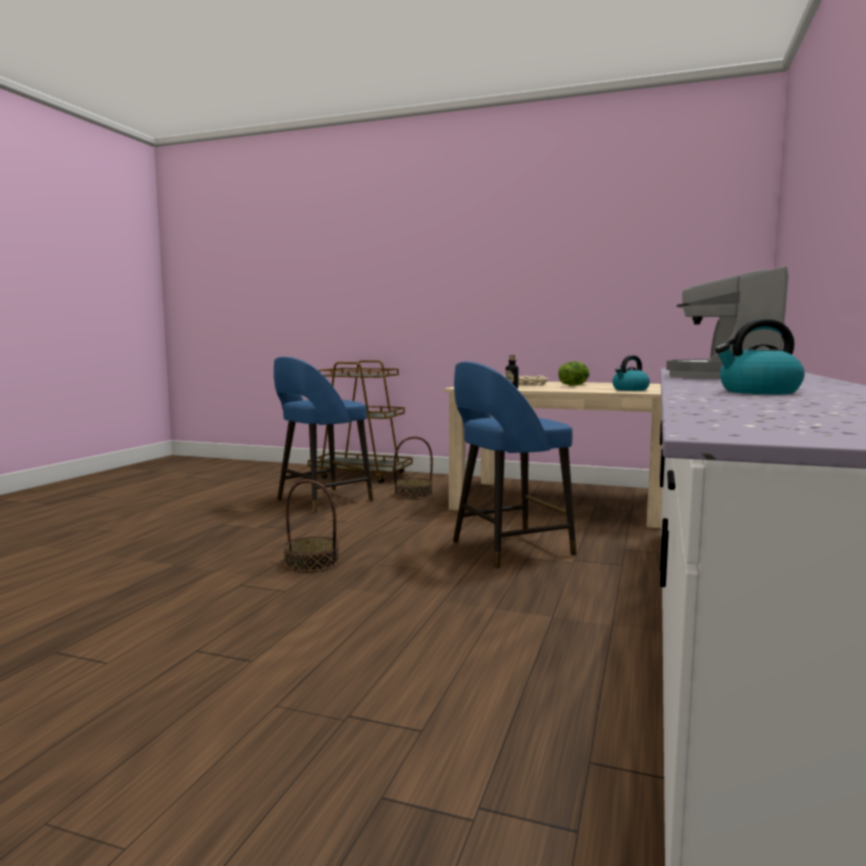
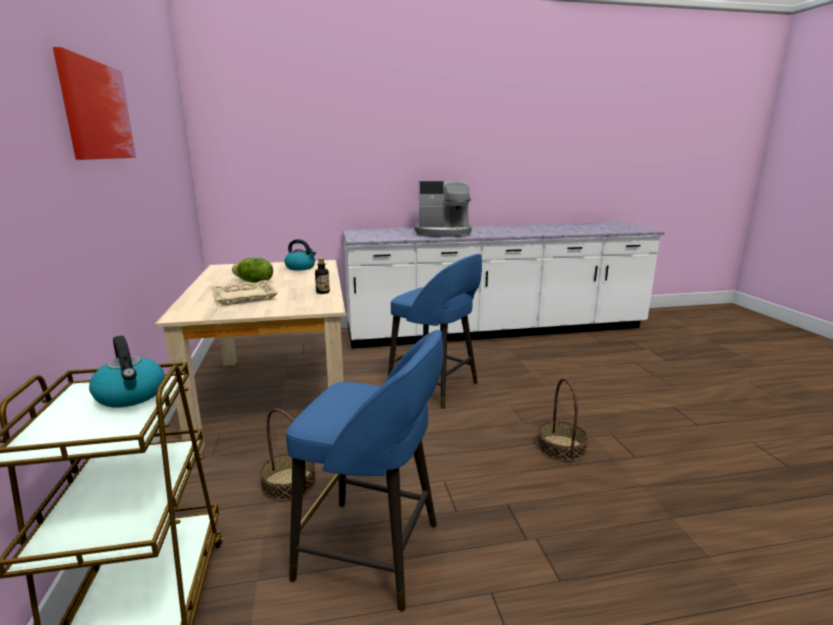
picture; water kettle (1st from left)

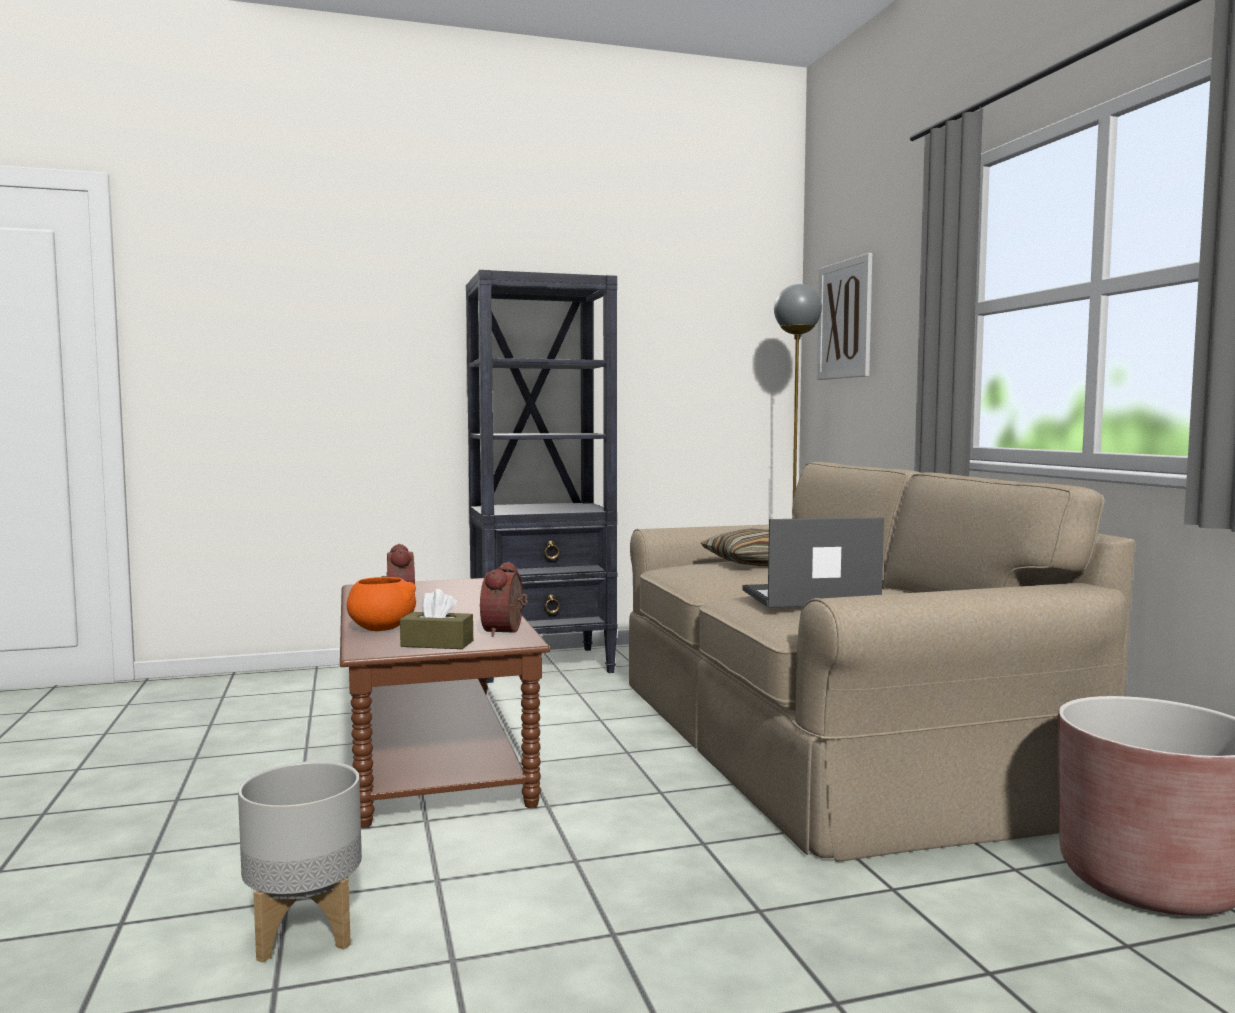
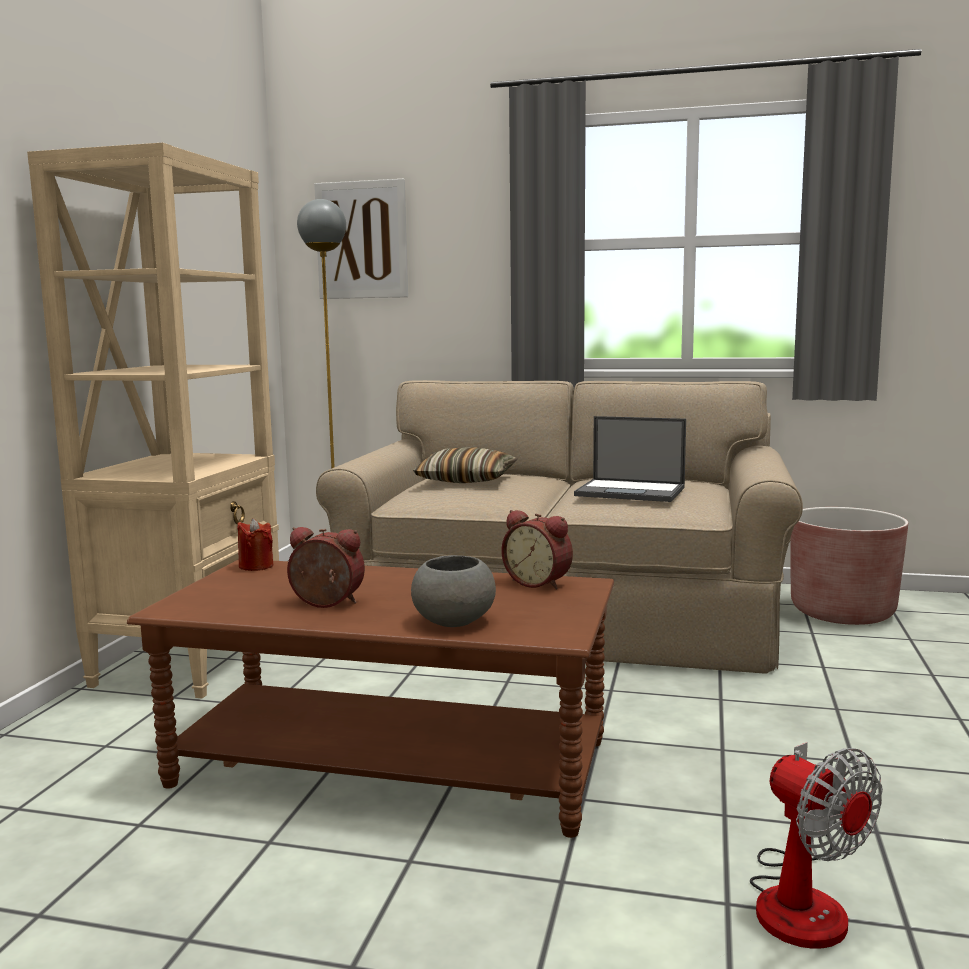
beige-coloured bookcase; red-coloured wax candle; gray serving bowl; portable computer; cooling fan; brown tissue box

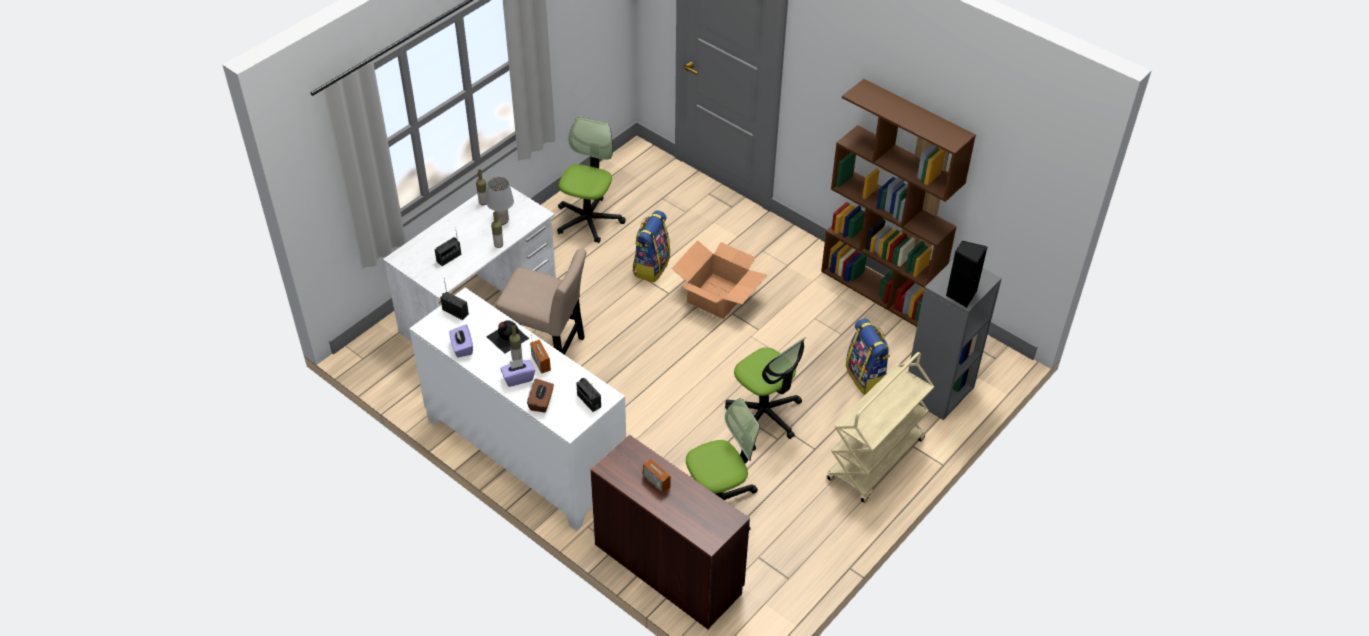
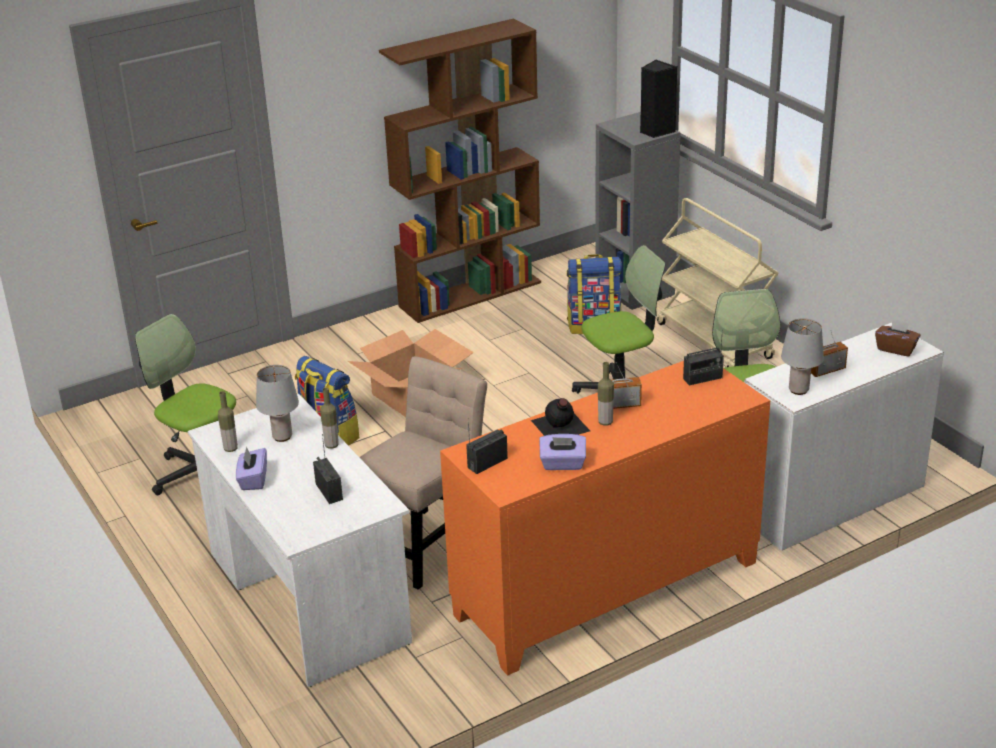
purplish tissue box (1st from left); orange-coloured storage cabinet; whitish desk unit (2nd from left); gray lamp for a table (2nd from left); brown tissue box

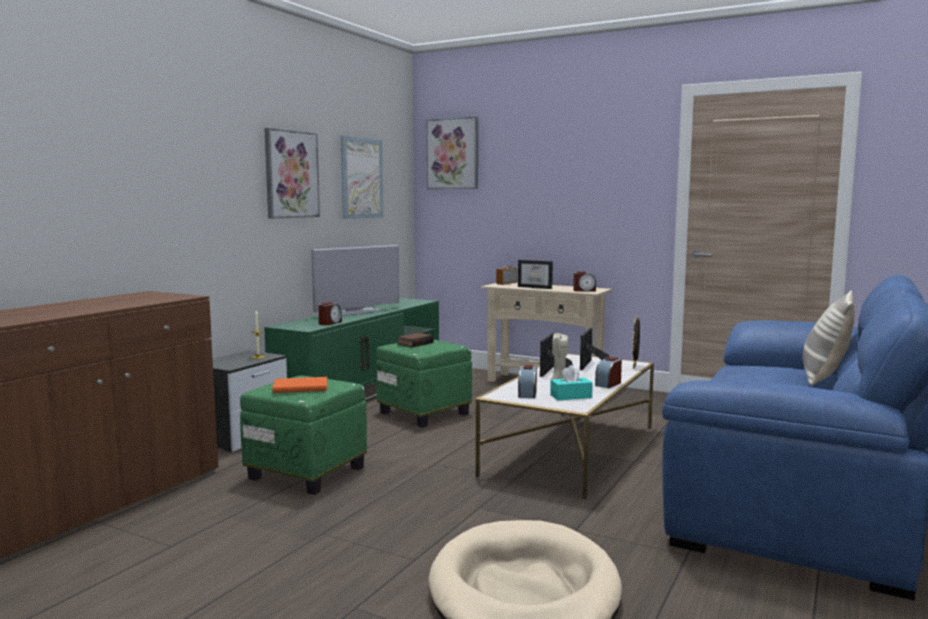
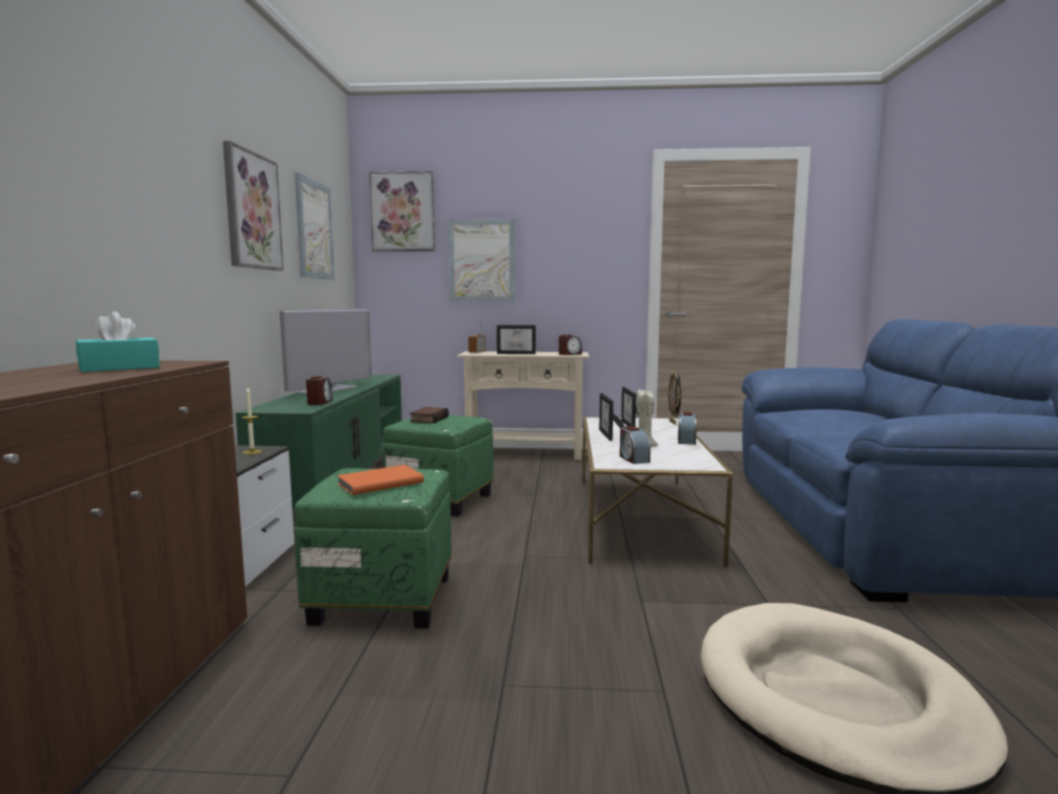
blue-green tissue box; picture (4th from left); pillow

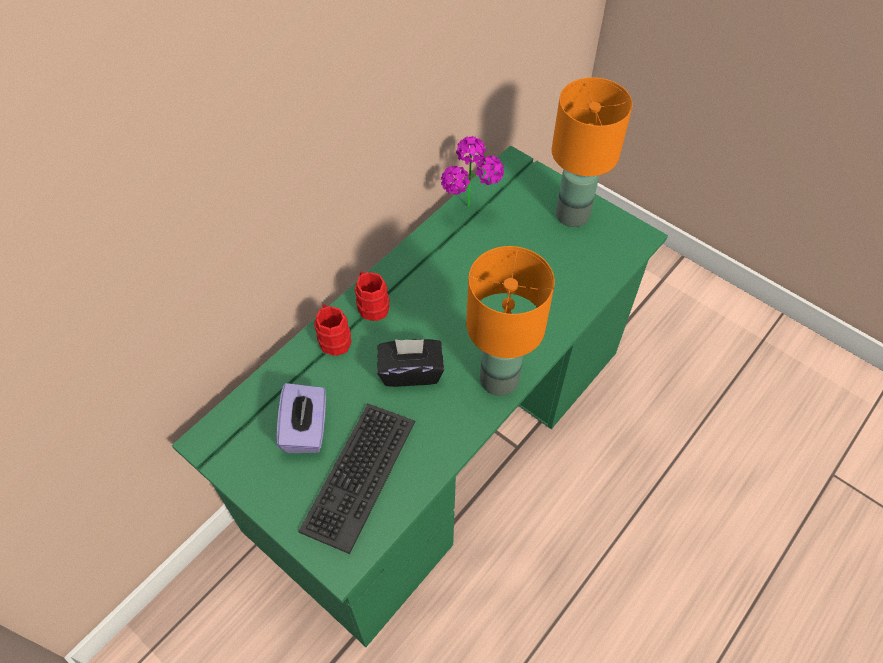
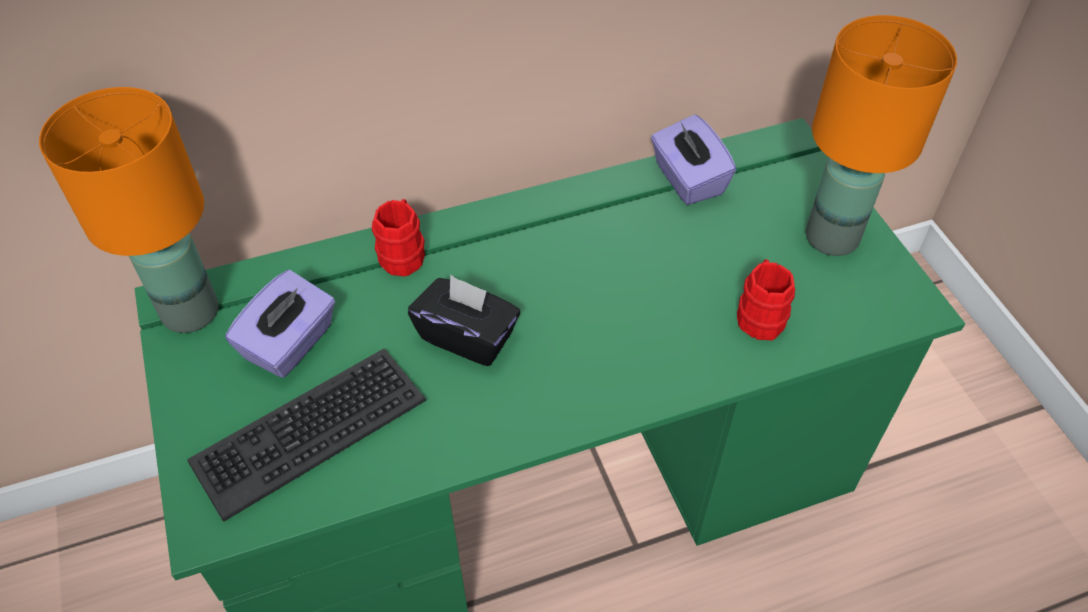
orange-coloured lamp for a table (1st from left); purplish tissue box (2nd from left); red-coloured coffee mug (2nd from left)

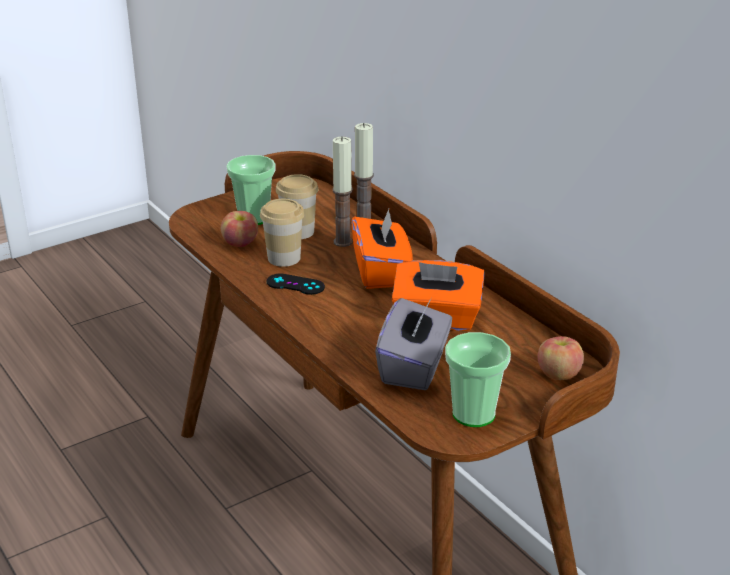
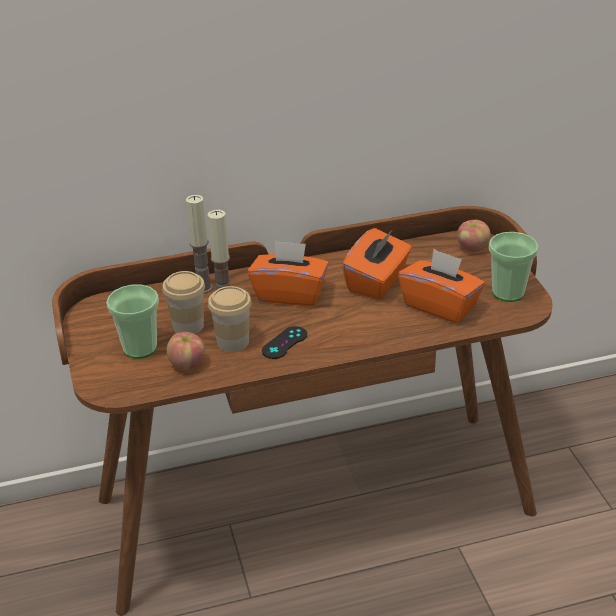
orange-coloured tissue box (3rd from left)

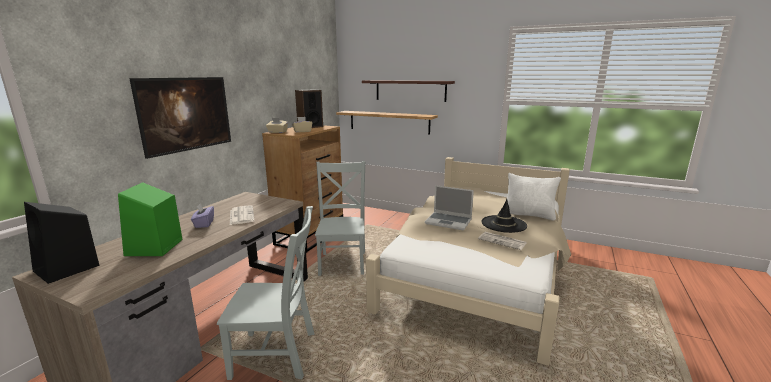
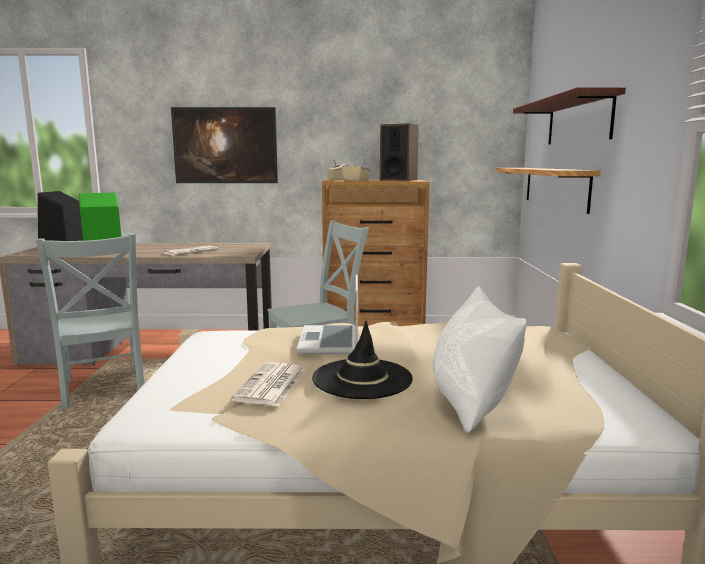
purplish tissue box

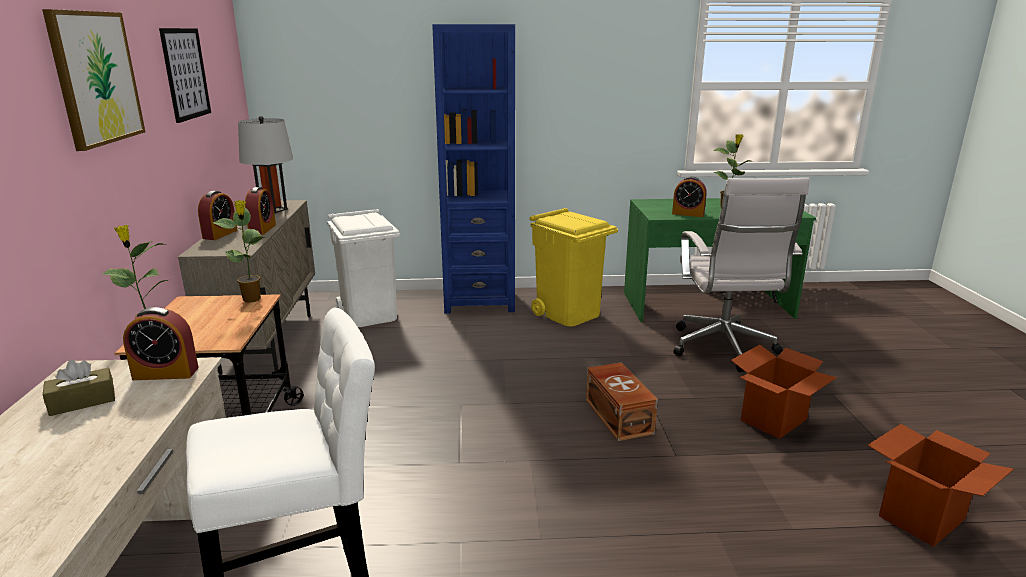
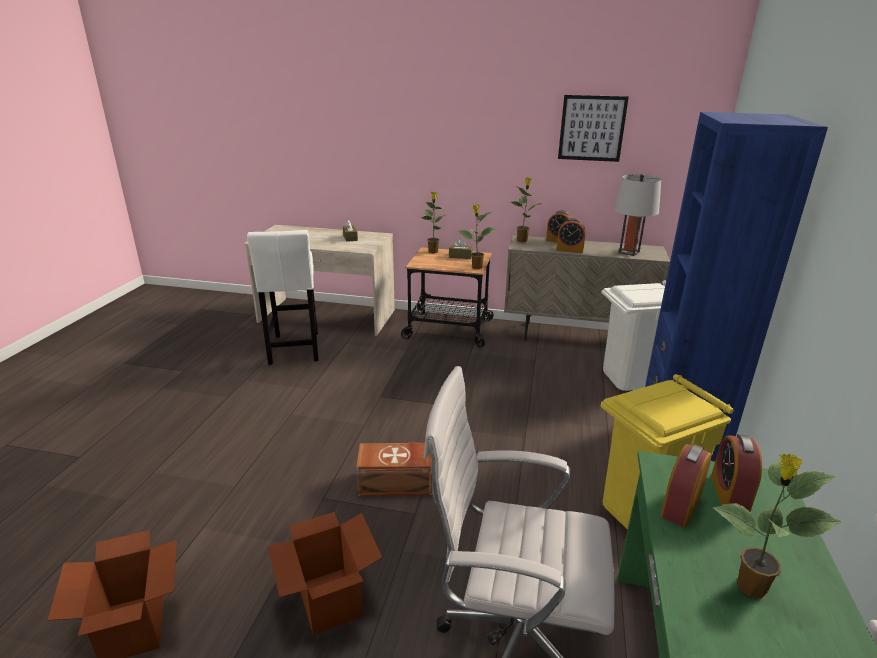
brown tissue box (2nd from left); houseplant (3rd from left); table clock (4th from left); picture (1st from left in the first image)

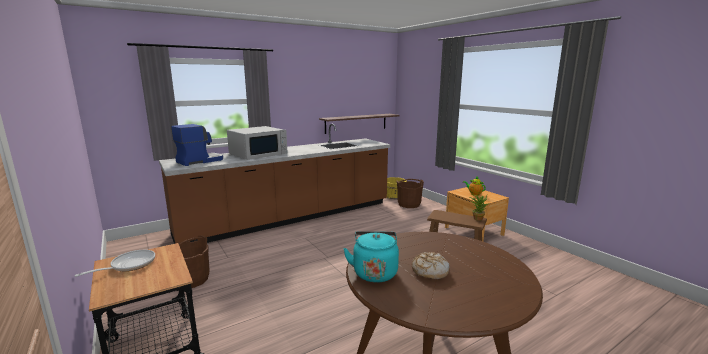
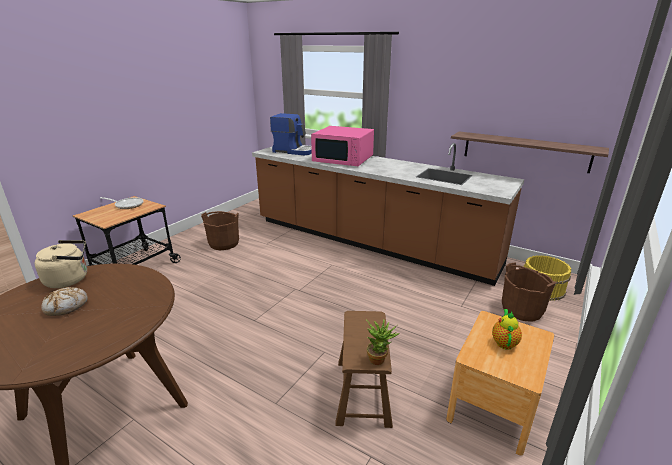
beige-coloured water kettle; pinkish microwave

